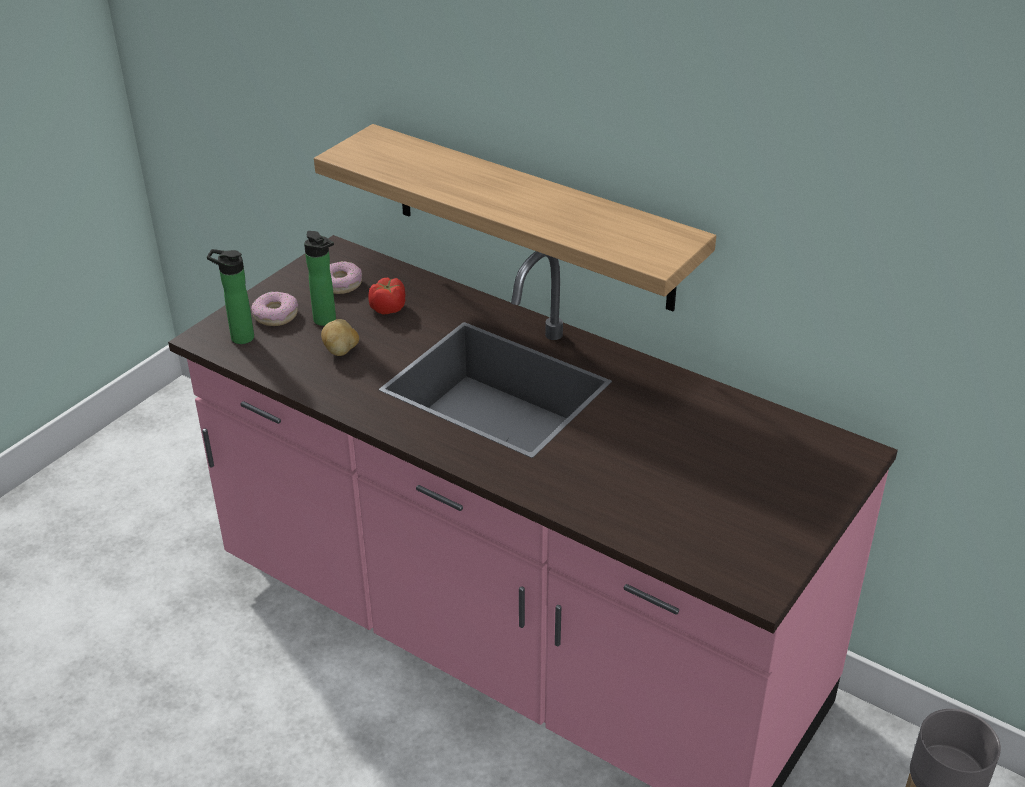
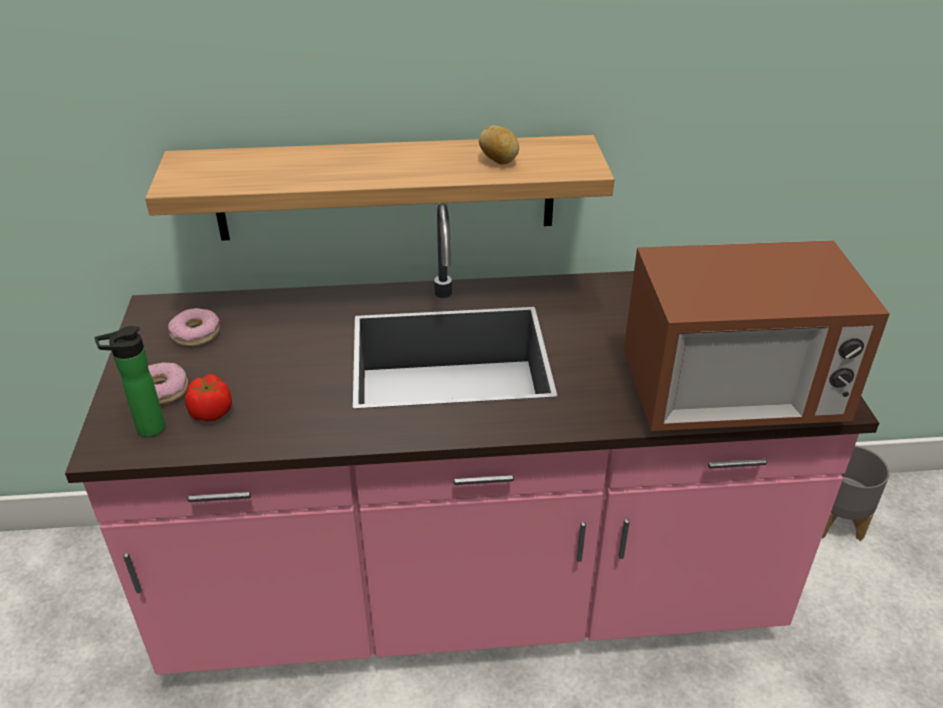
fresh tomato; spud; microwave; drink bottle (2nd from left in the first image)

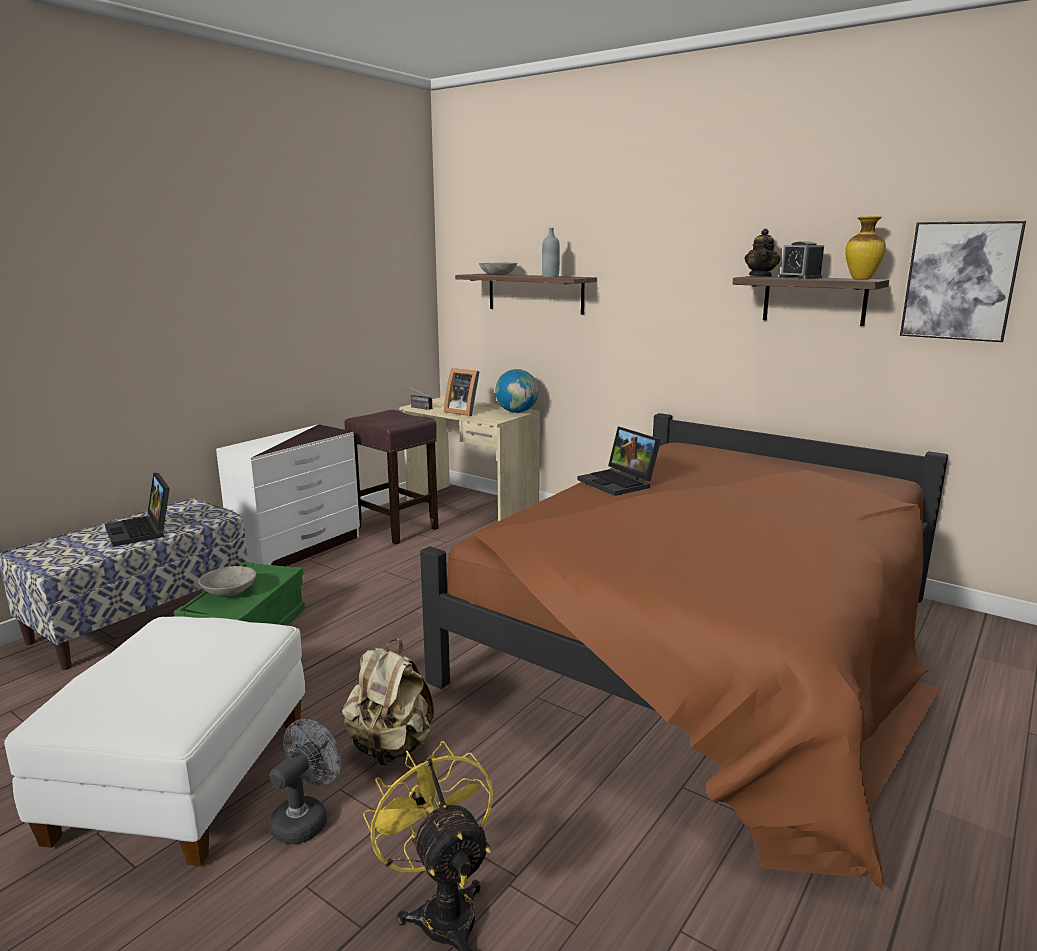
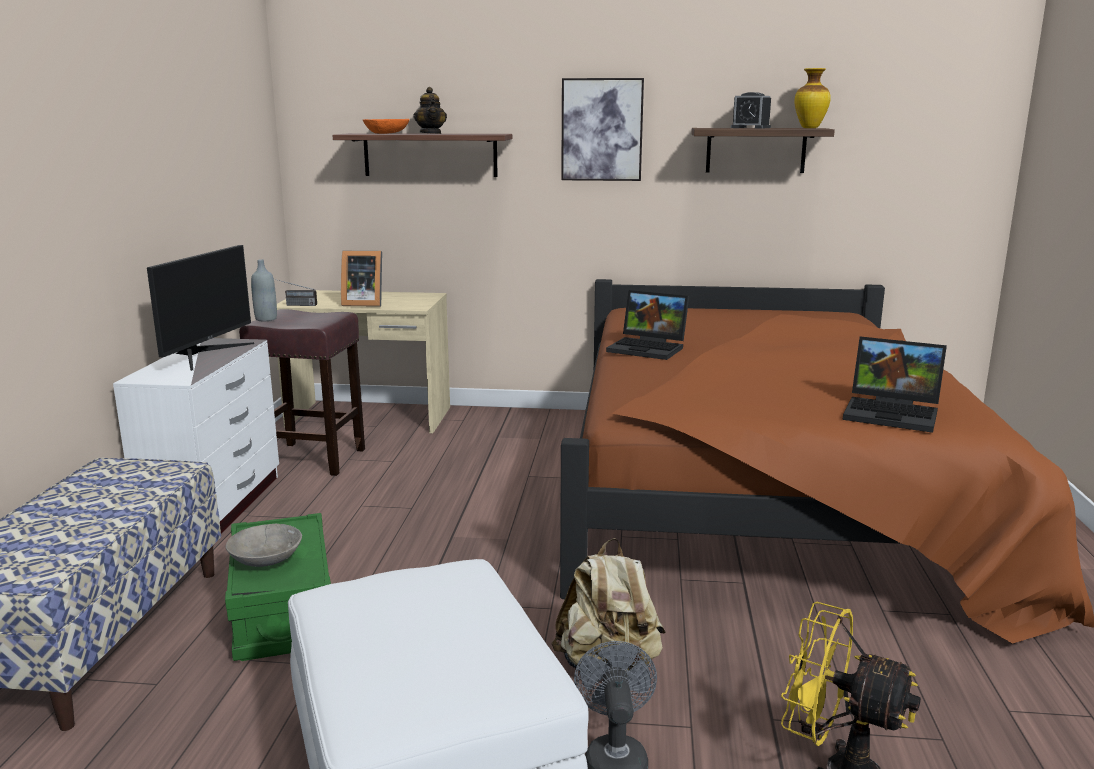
computer display; gray drink bottle; orange-coloured serving bowl; teapot; picture; portable computer (2nd from left); desk globe

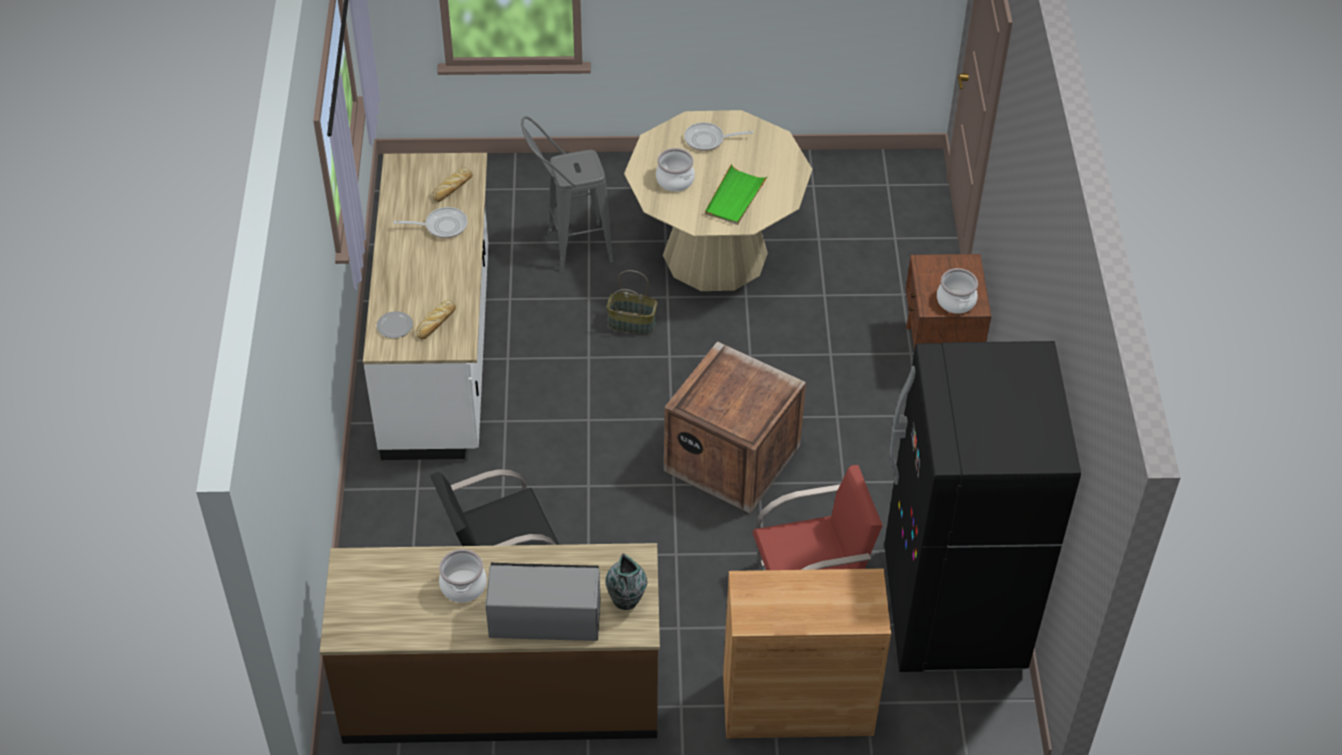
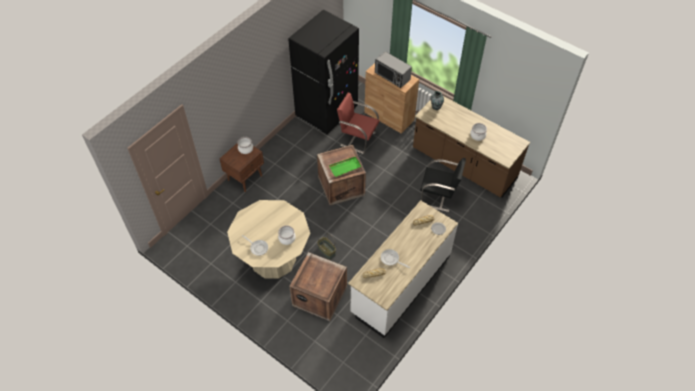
packing crate (1st from left); green-coloured tray; microwave

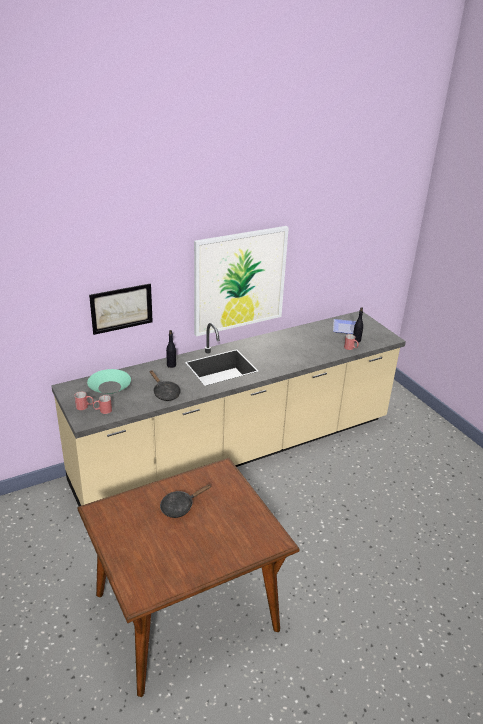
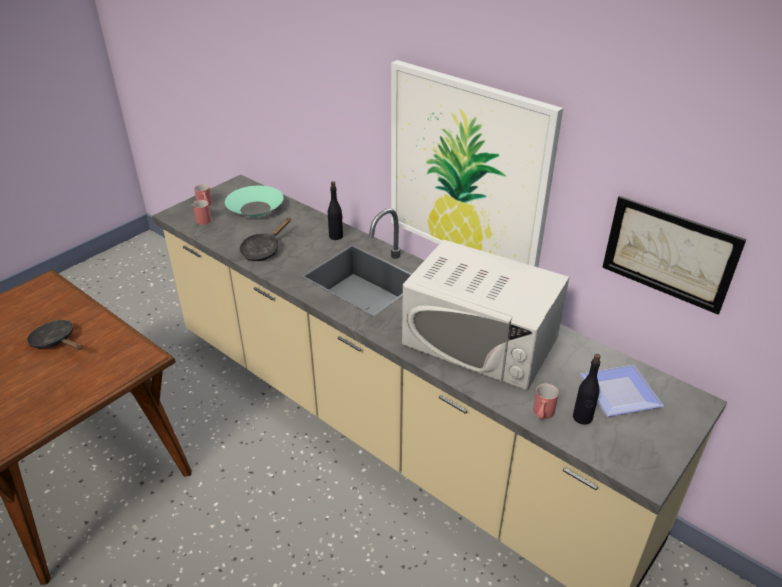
whitish microwave; picture (2nd from left)

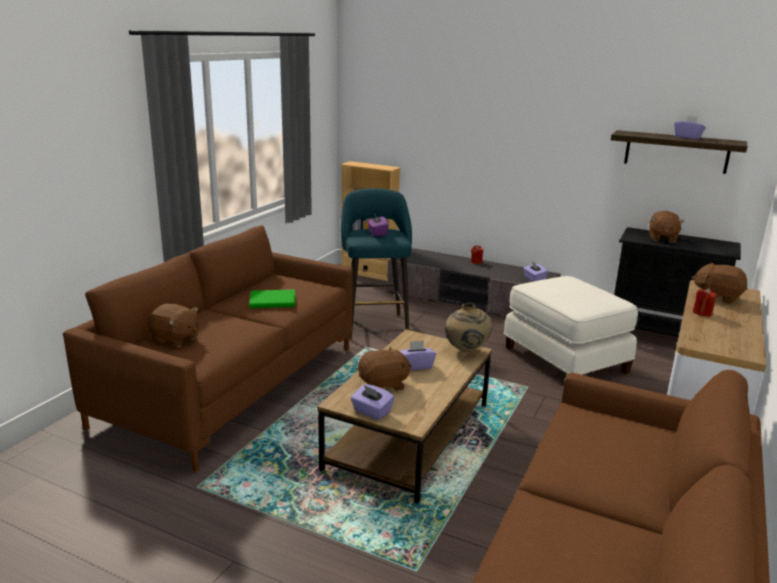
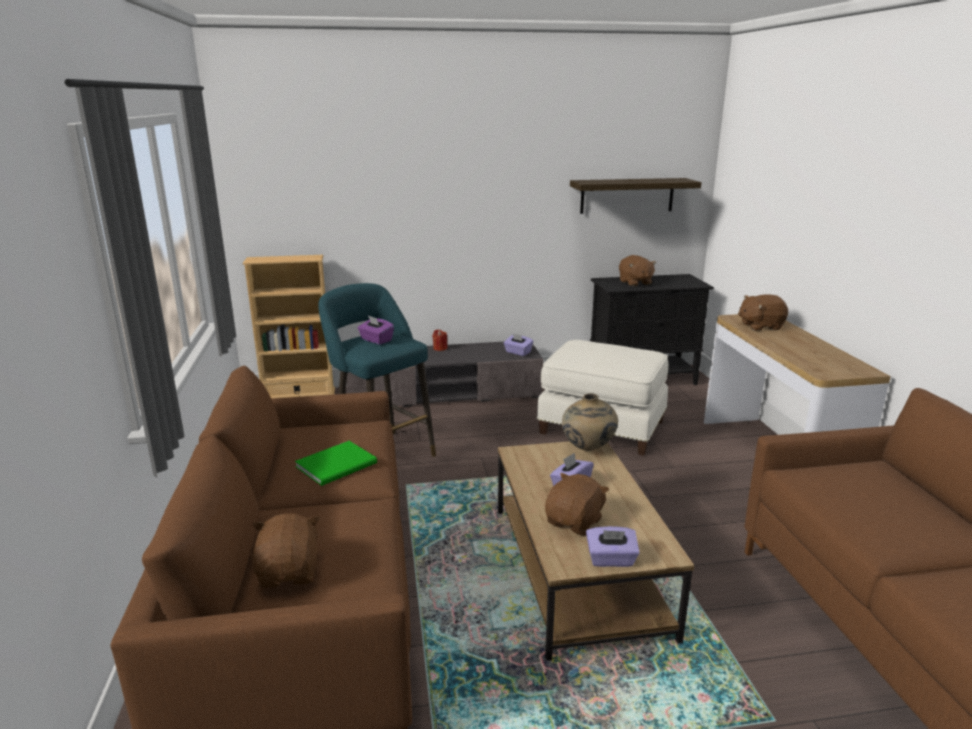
brown soft toy (1st from left); purplish tissue box (5th from left in the first image); red-coloured wax candle (2nd from left in the first image)

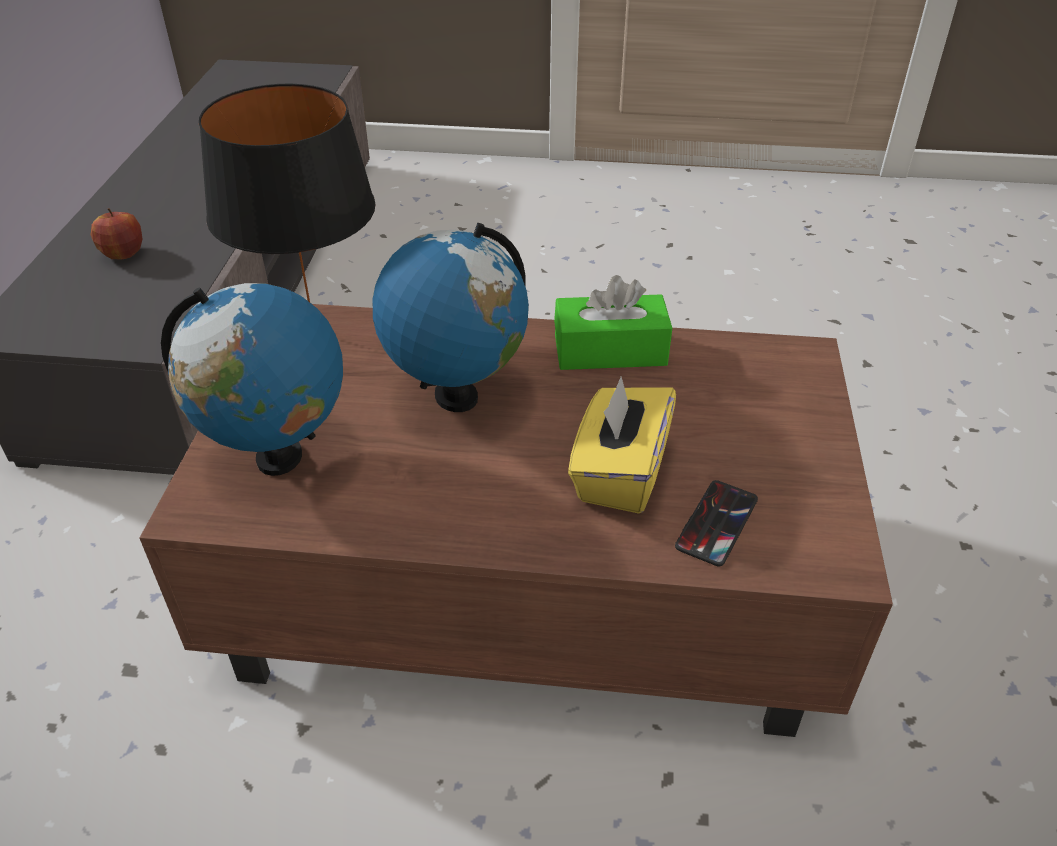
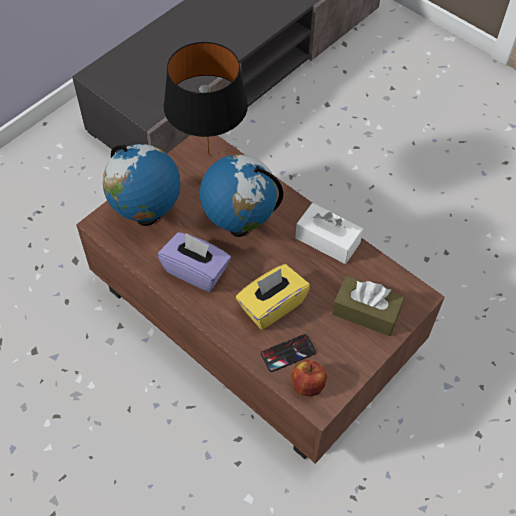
purplish tissue box; apple; whitish tissue box; brown tissue box

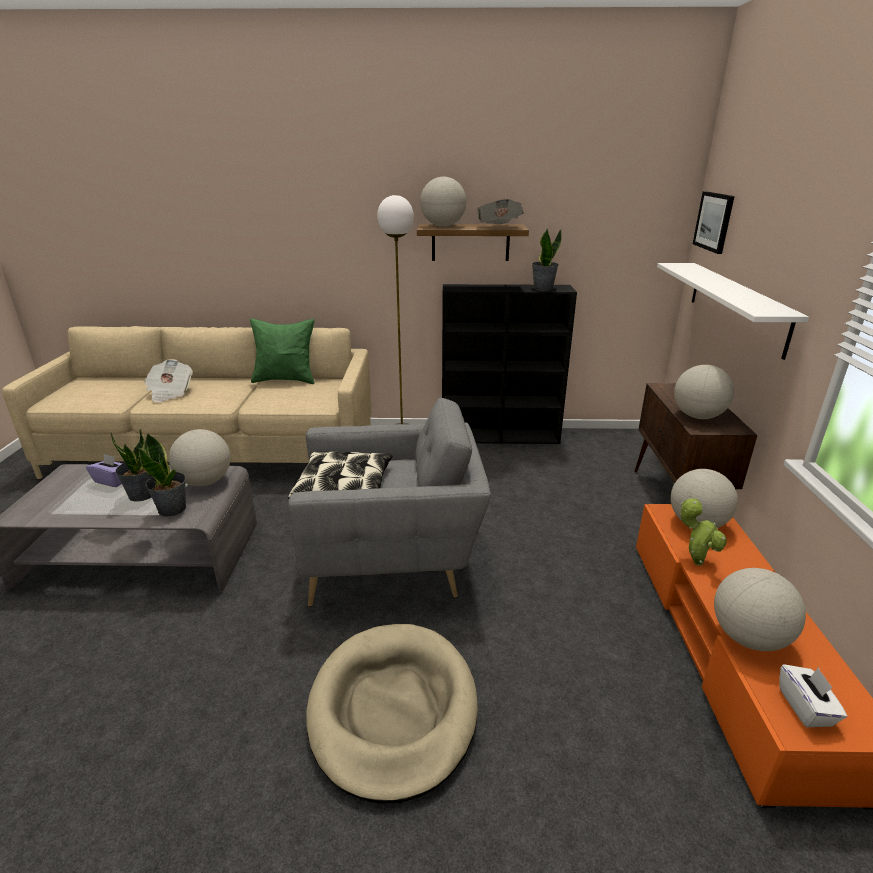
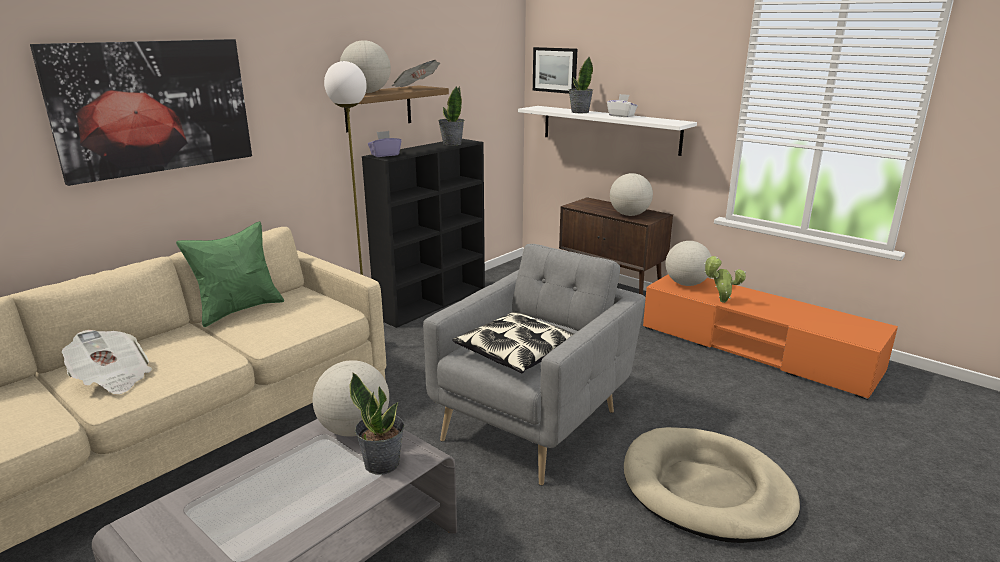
picture (1st from left); purplish tissue box; houseplant (3rd from left); whitish tissue box; desk globe (5th from left in the first image)

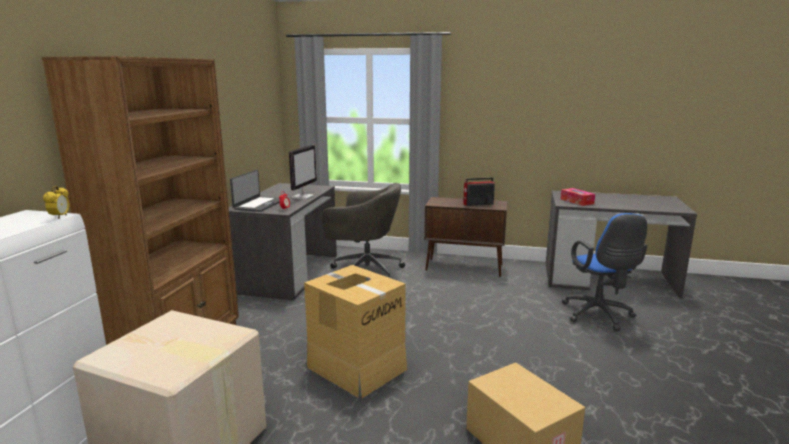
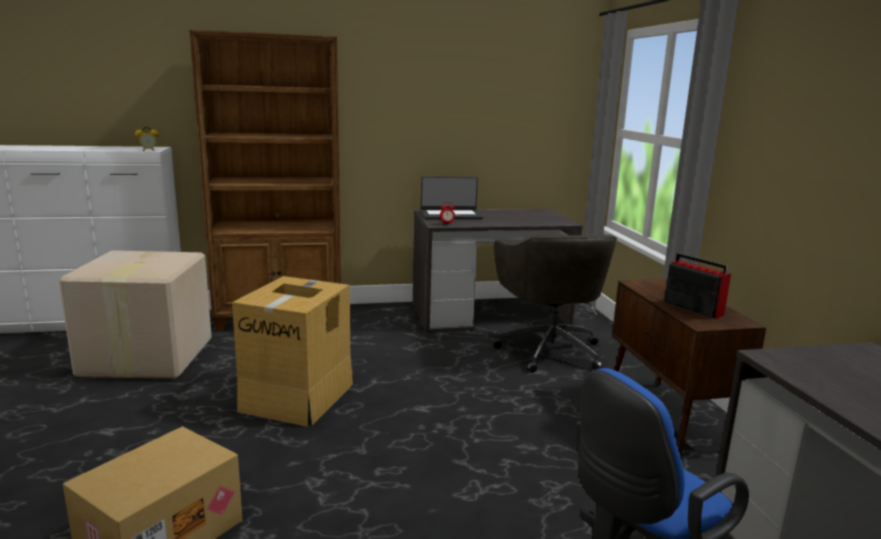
computer display; tissue box

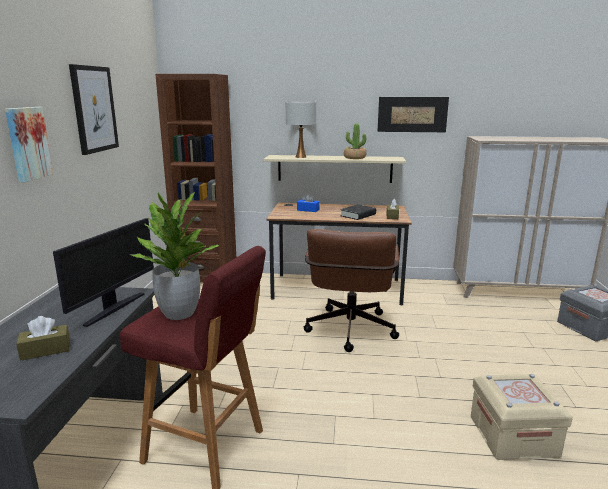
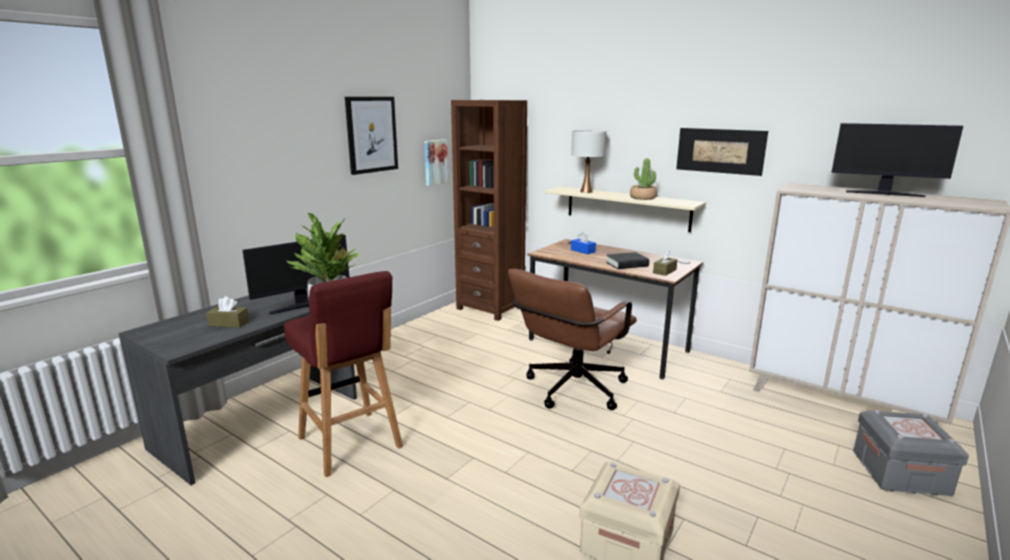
picture (2nd from left); computer display (2nd from left)

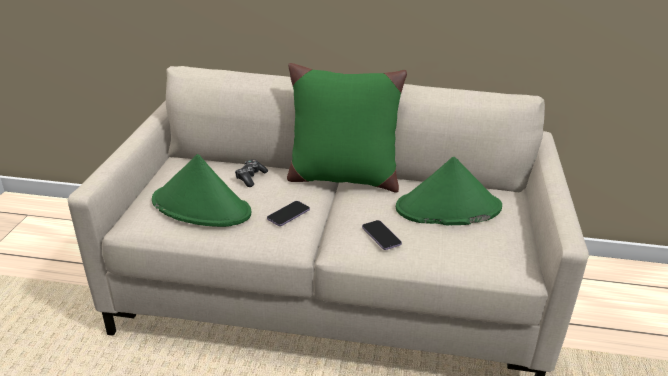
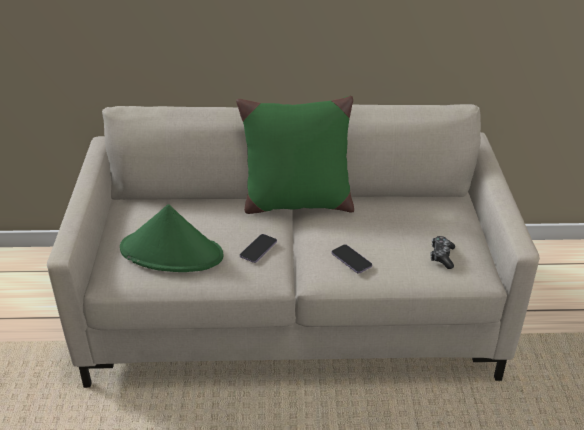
gamepad; green-coloured wearable hat (2nd from left in the first image)

